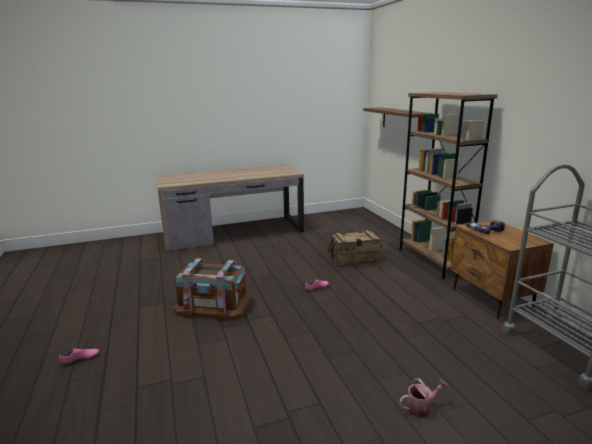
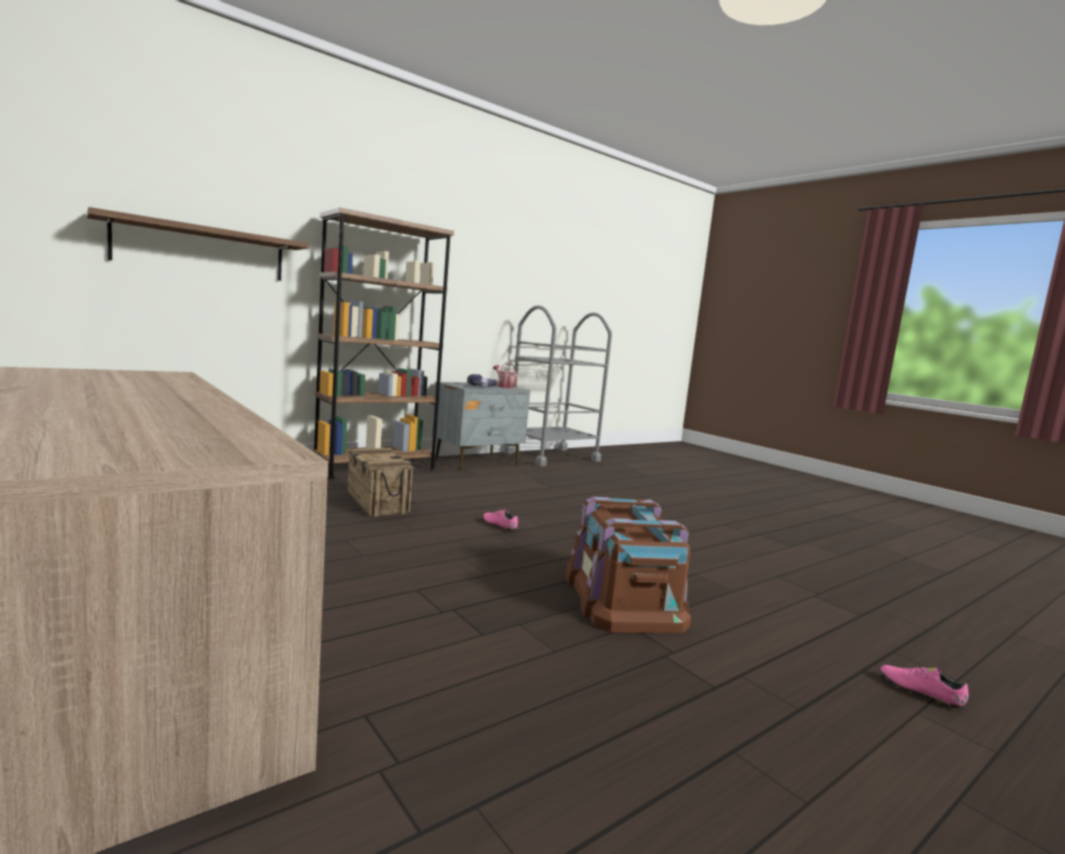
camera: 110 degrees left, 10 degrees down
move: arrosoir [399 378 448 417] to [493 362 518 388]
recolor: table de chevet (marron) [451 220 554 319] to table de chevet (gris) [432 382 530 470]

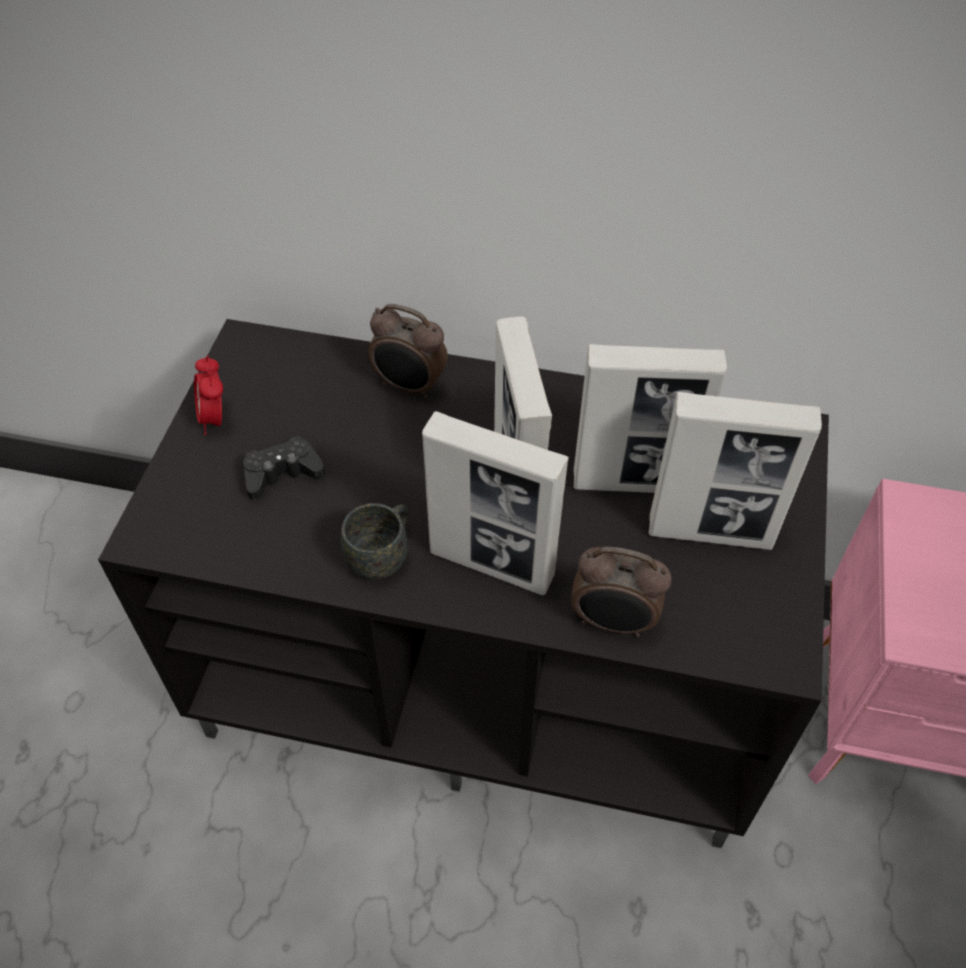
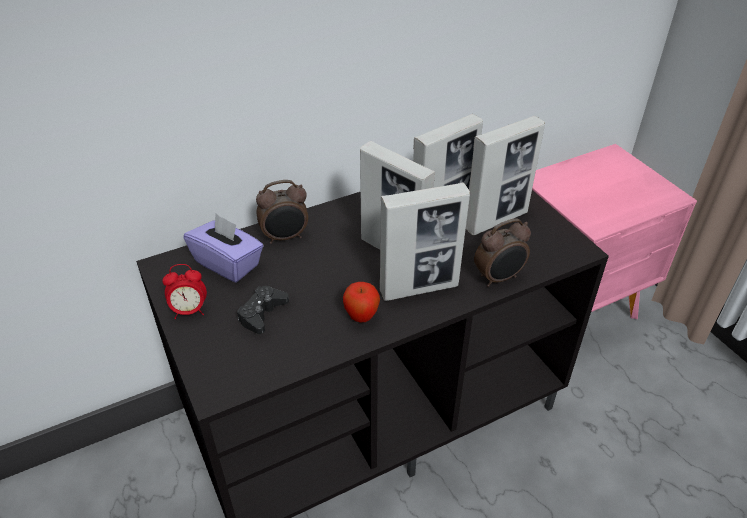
camera: 40 degrees left, 10 degrees down
insert: boîte à mouchoirs (violet) [184 214 264 282]
replace: mug (gris) [340 503 409 580] to pomme [343 282 380 322]
rotate: réveil [194 355 223 435] = [162 264 207 319] 45 degrees counterclockwise

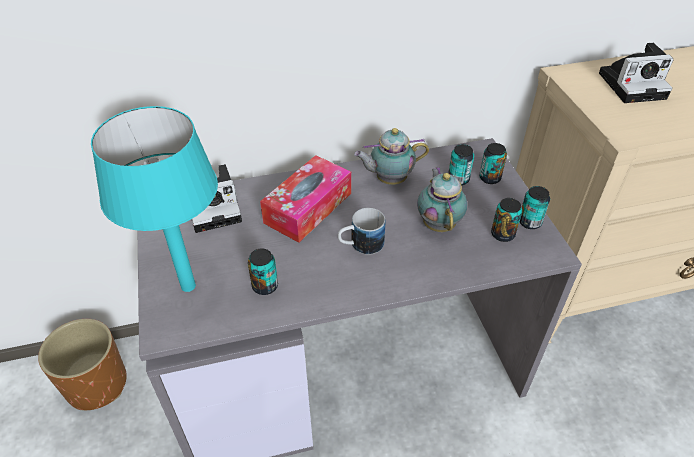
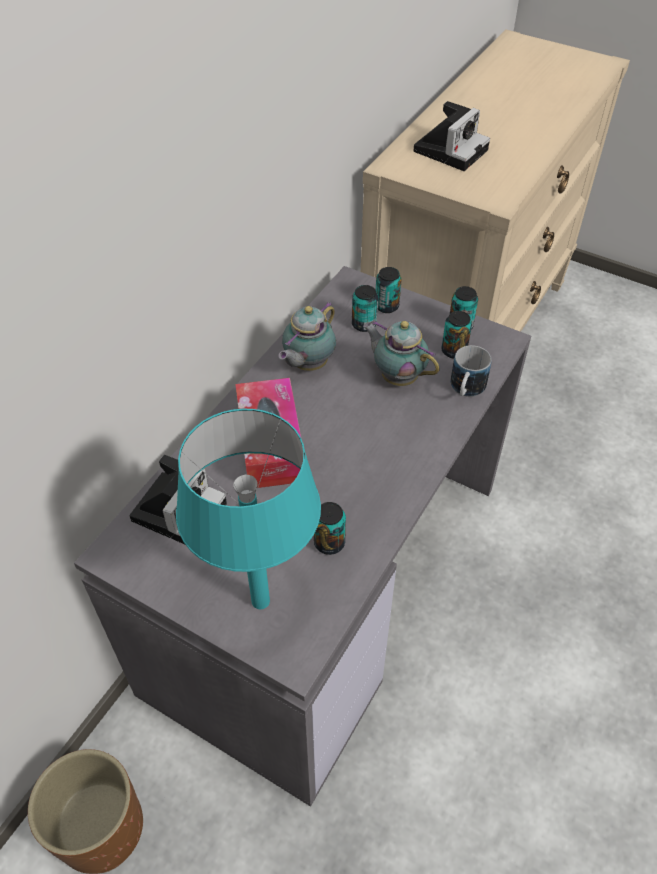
camera: 45 degrees left, 5 degrees up
move: mug [338 208 385 255] to [450 345 491 397]

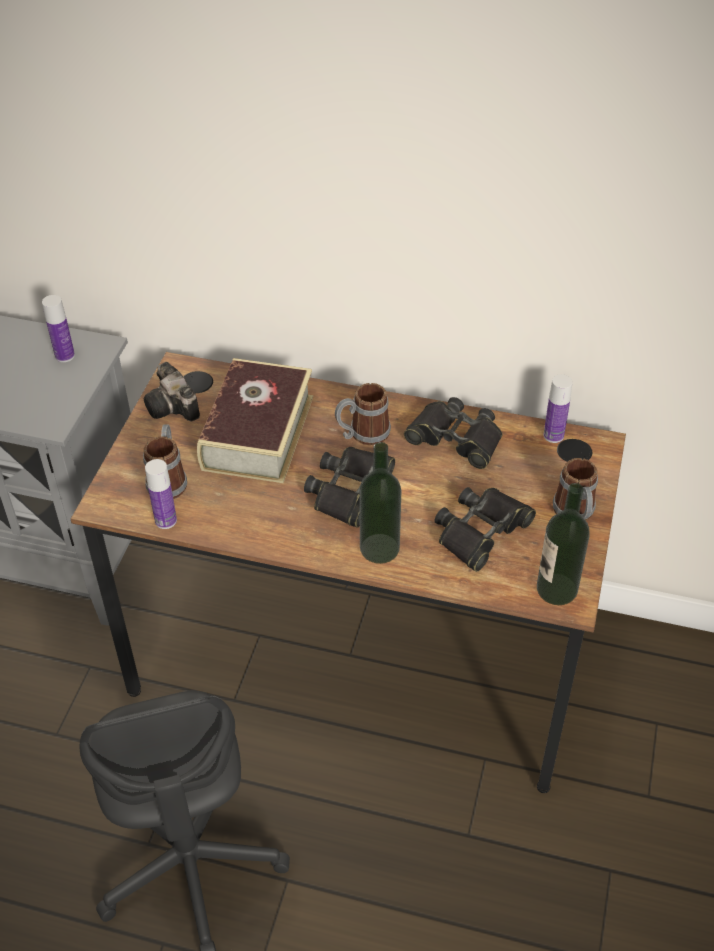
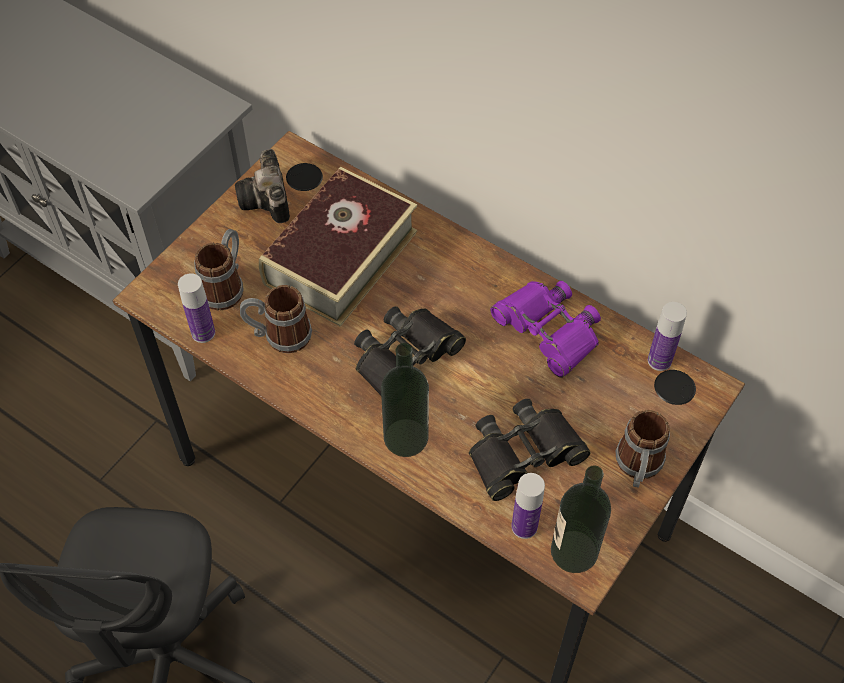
camera: 20 degrees right, 10 degrees up
move: mug [335 383 391 445] to [240 285 312 353]; bouteille [42 295 75 362] to [511 473 545 539]
recolor: jumelles (noir) [404 397 503 469] to jumelles (violet) [490 281 601 378]

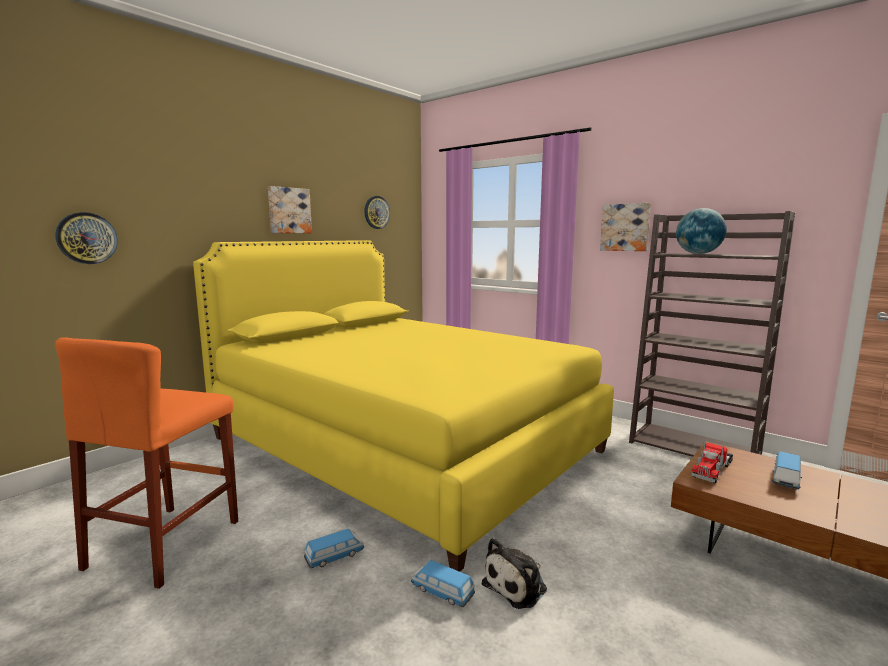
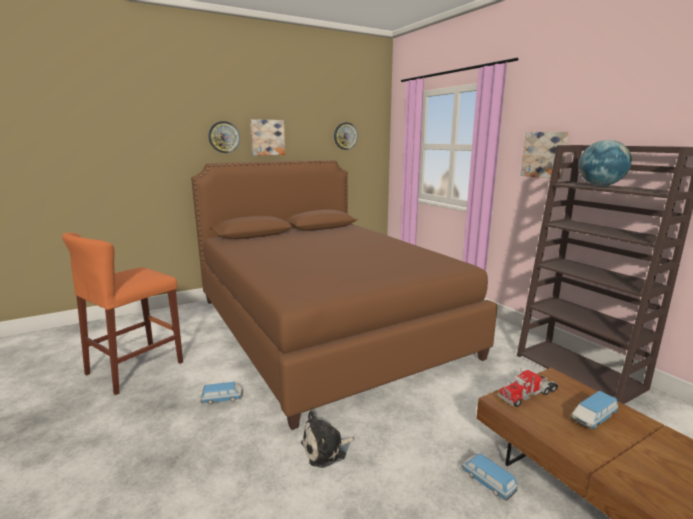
camera: 20 degrees right, 5 degrees up
move: horloge murale [55 212 118 264] to [208 121 240 153]; petite voiture [411 560 475 607] to [461 453 518 501]
recolor: lit (jaune) [193 240 614 572] to lit (marron) [191 160 497 430]

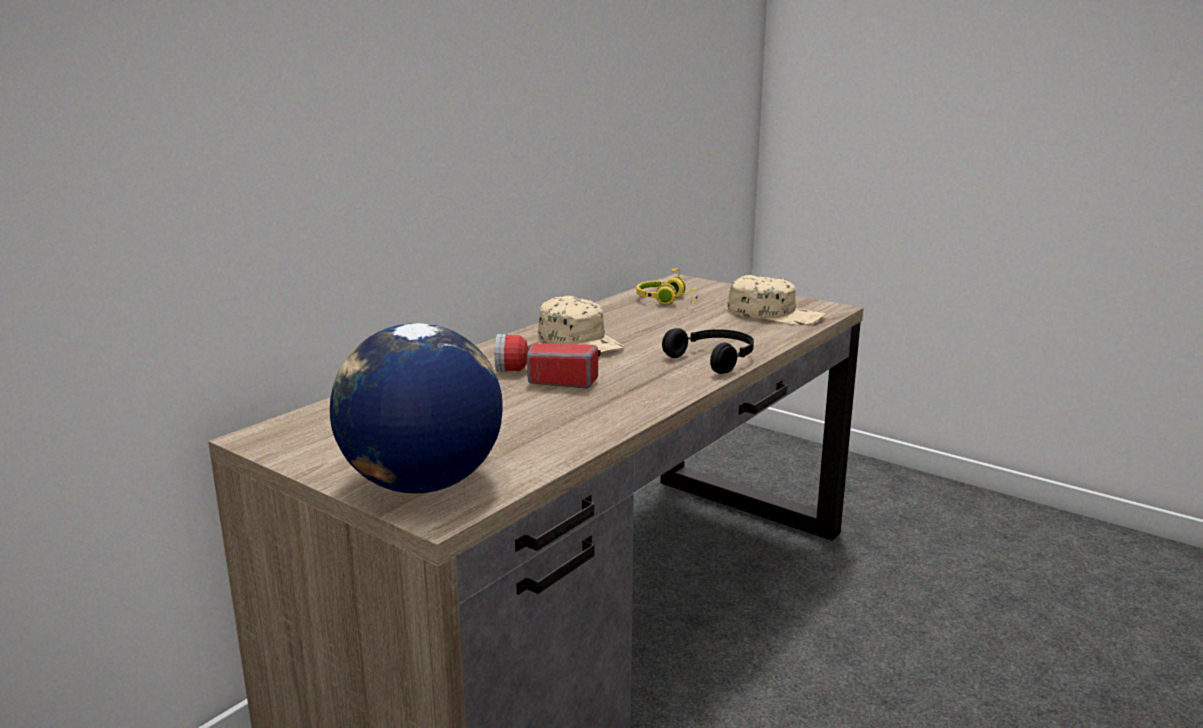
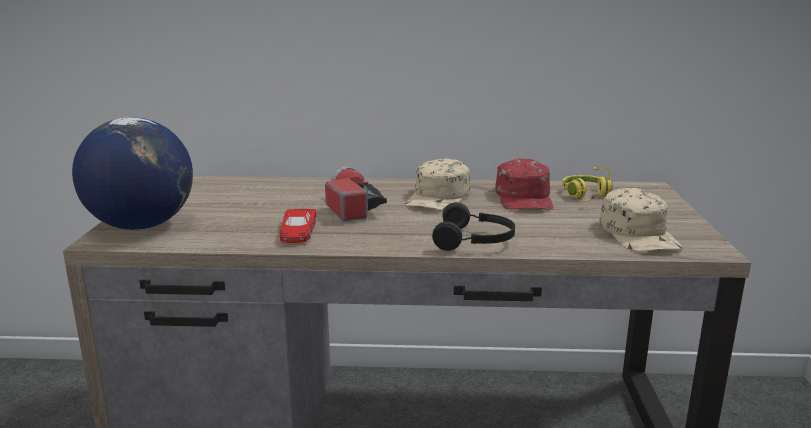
camera: 55 degrees right, 0 degrees up
insert: petite voiture (rouge) [280 209 316 243]; casquette (rouge) [495 158 553 210]

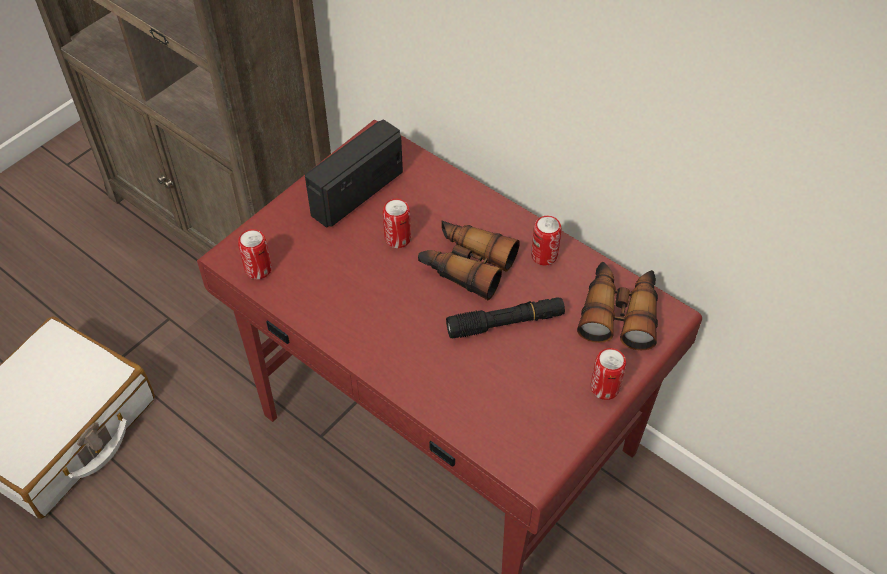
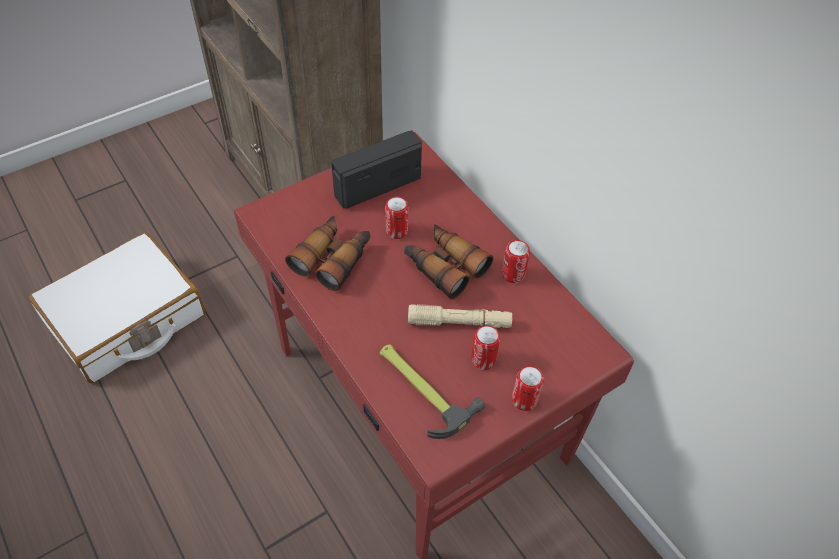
camera: 15 degrees right, 0 degrees up
insert: marteau [380 344 486 439]
move: jumelles [577 262 658 350] to [285 216 370 291]; boîte métallique [238 229 272 279] to [471 325 500 370]
recolor: lampe de poche (noir) [446 297 565 338] to lampe de poche (beige) [408 304 512 328]

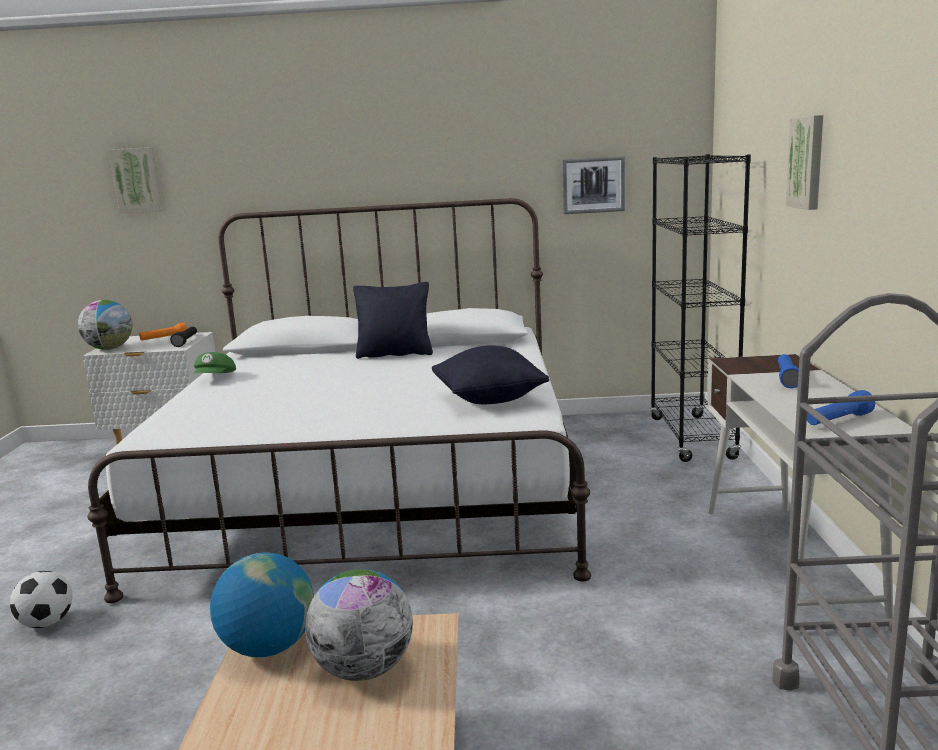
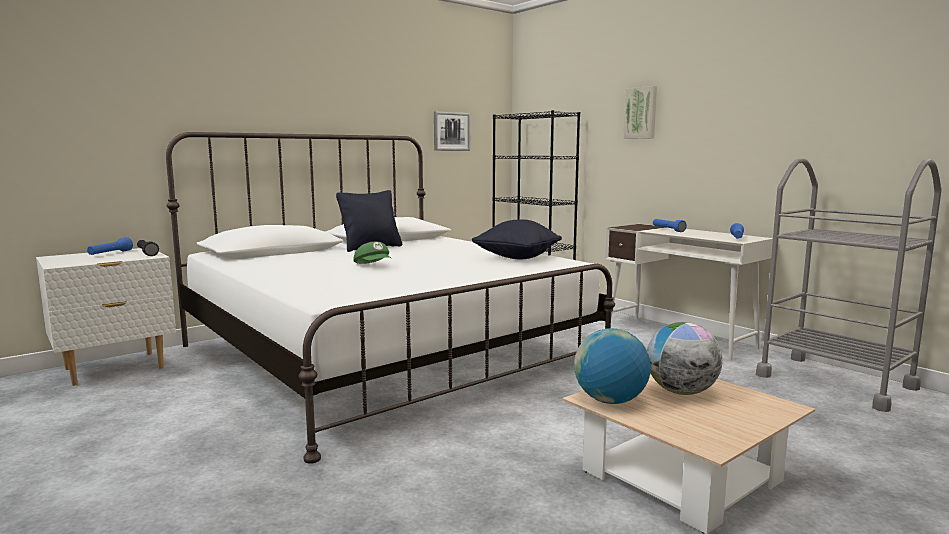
camera: 40 degrees left, 5 degrees down
delete: ballon de foot [10 571 73 628]; globe [78 300 132 350]; tableau [109 147 163 213]
move: casquette (vert) [193 352 236 374] to [353 242 391 264]
recolor: lampe de poche (orange) [139 323 187 341] to lampe de poche (bleu) [87 237 133 255]

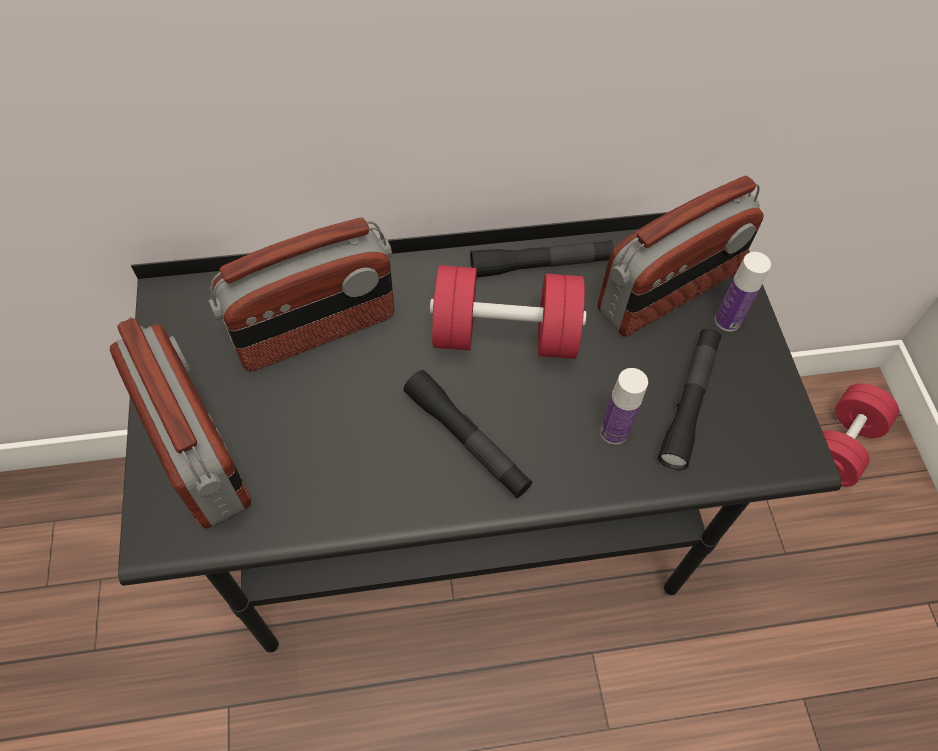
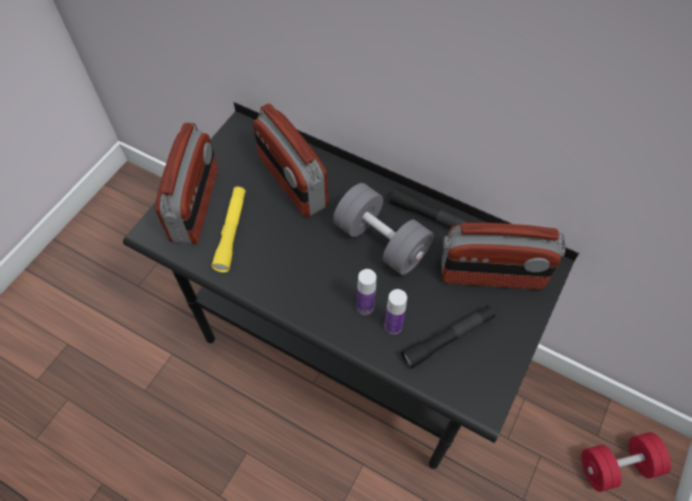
camera: 40 degrees right, 0 degrees up
delete: lampe de poche (noir) [404 370 532 498]
insert: lampe de poche (jaune) [211 187 246 273]
move: bouteille [715 252 771 331] to [357 269 376 315]
recolor: haltère (rouge) [430 265 586 359] to haltère (gris) [333 183 434 275]
rotate: radio [209 218 394 371] = [253 104 328 217] 45 degrees clockwise

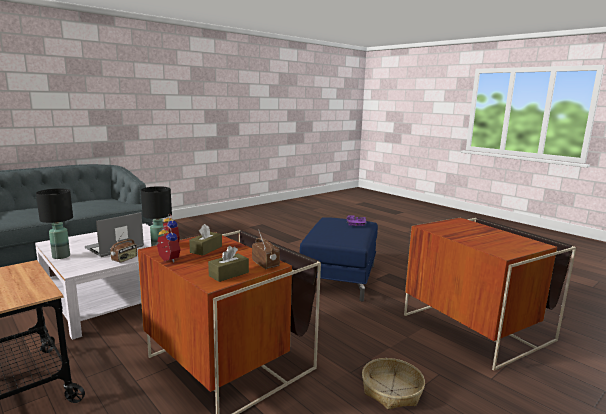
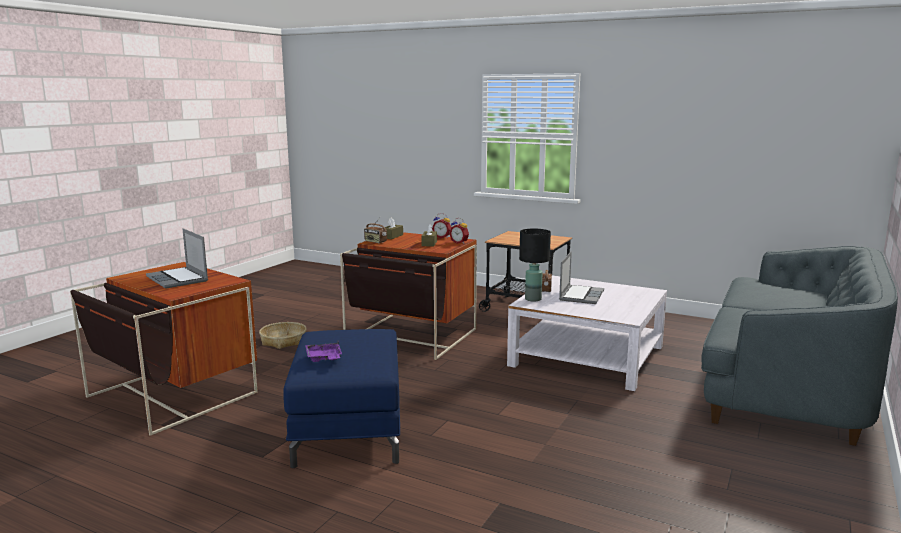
camera: 160 degrees right, 0 degrees up
delete: lampe de table (noir) [36 189 73 259]
insert: ordinateur portable [146 228 208 289]

